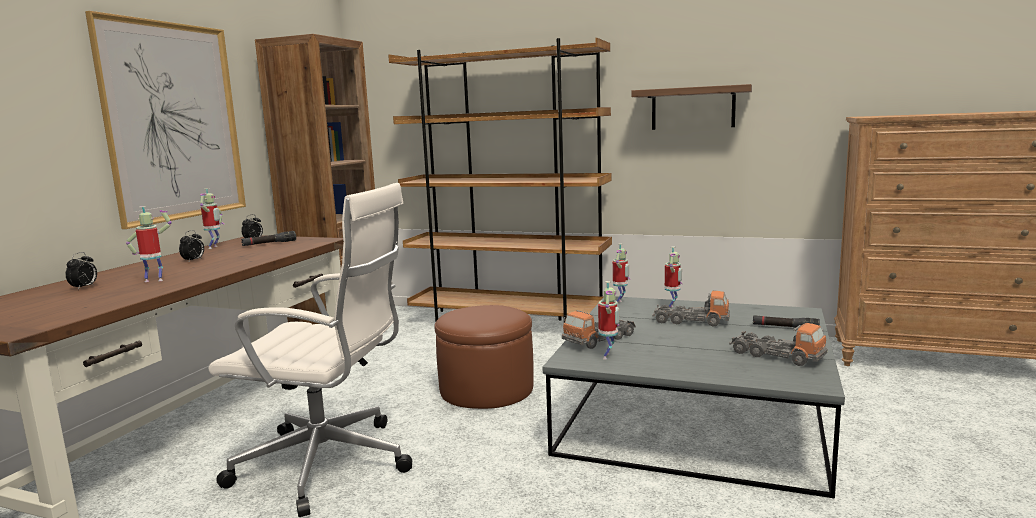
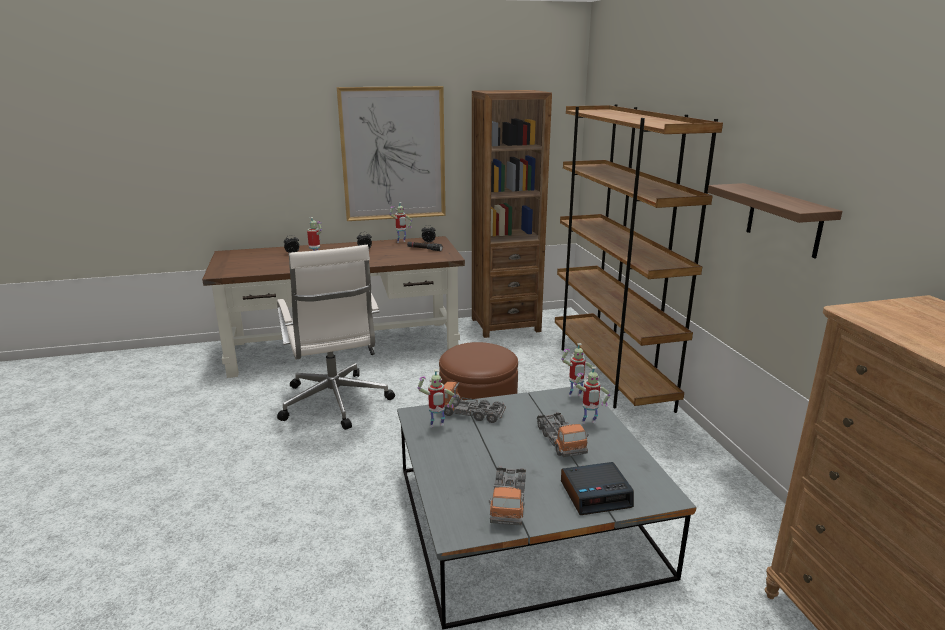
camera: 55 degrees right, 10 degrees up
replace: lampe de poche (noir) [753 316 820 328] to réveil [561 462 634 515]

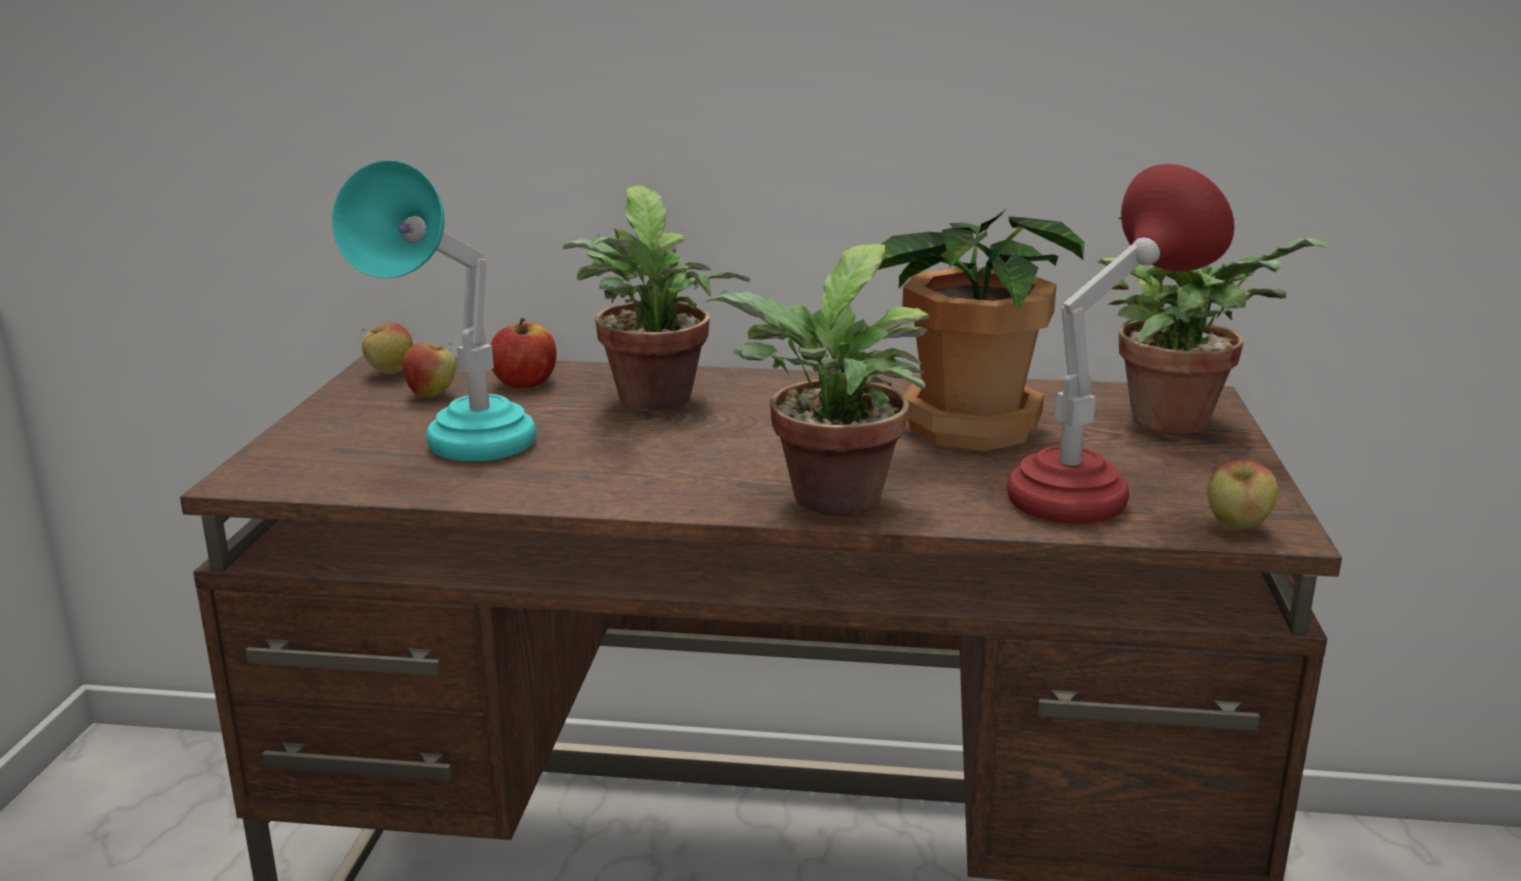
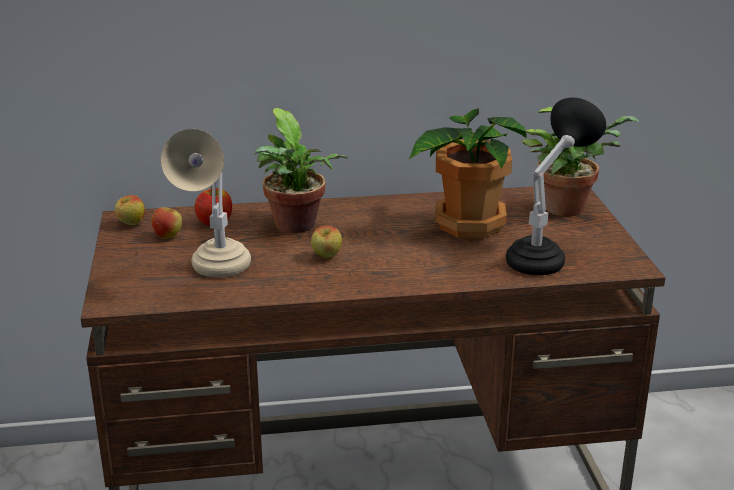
camera: 15 degrees left, 5 degrees up
delete: plante en pot [704 244 930 516]
move: pomme [1207 460 1278 529] to [311 226 342 258]
recolor: lampe de table (turquoise) [332 160 536 461] to lampe de table (beige) [161 129 251 277]; lampe de table (rouge) [1007 164 1234 524] to lampe de table (noir) [506 98 606 275]

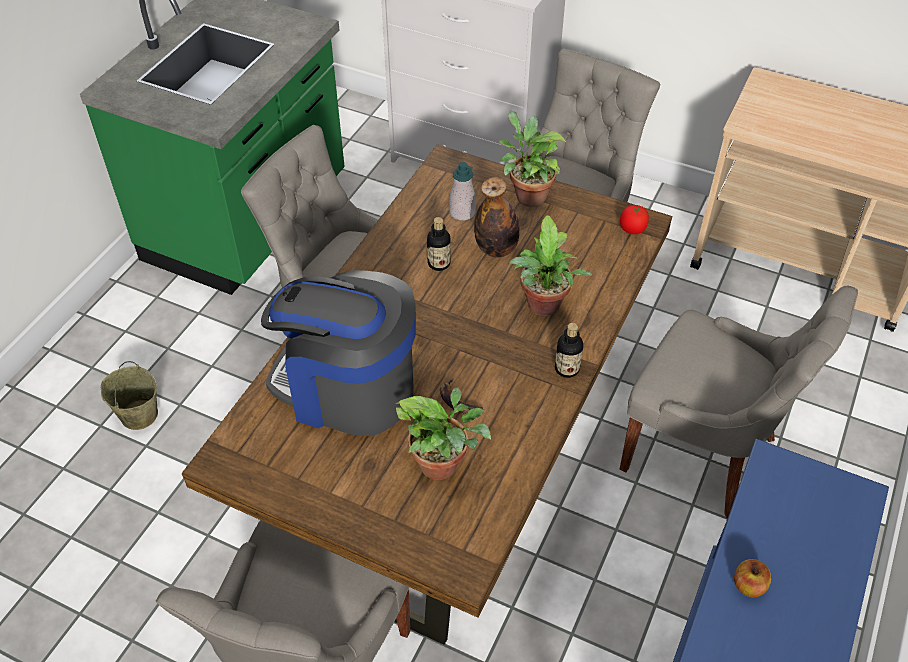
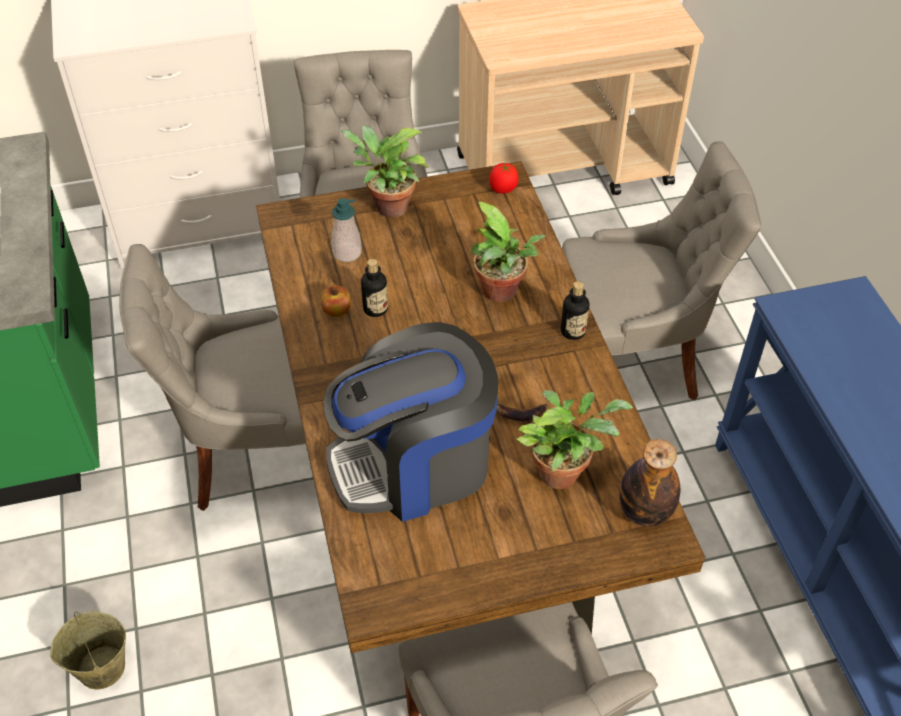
camera: 40 degrees left, 0 degrees up
move: pomme [734 559 771 597] to [321 285 351 317]; bouteille [474 177 520 257] to [619 439 680 527]

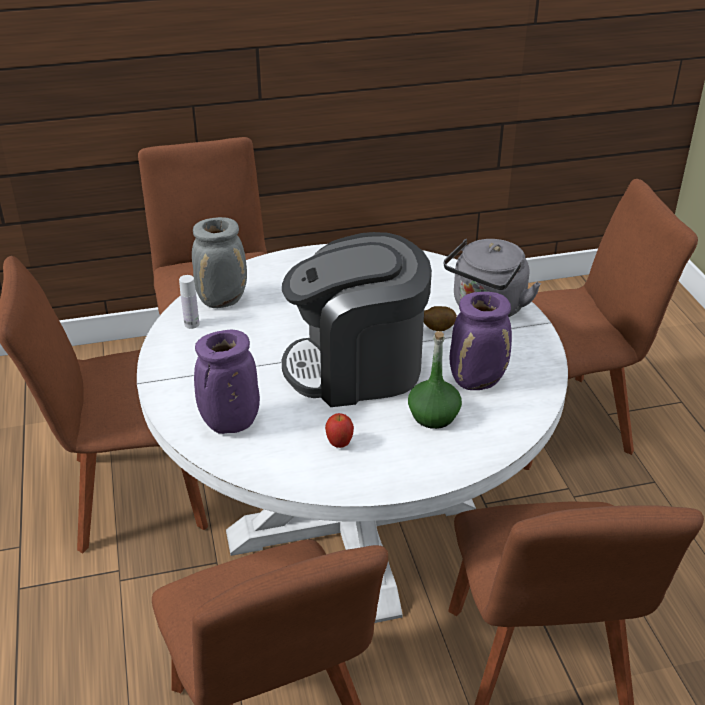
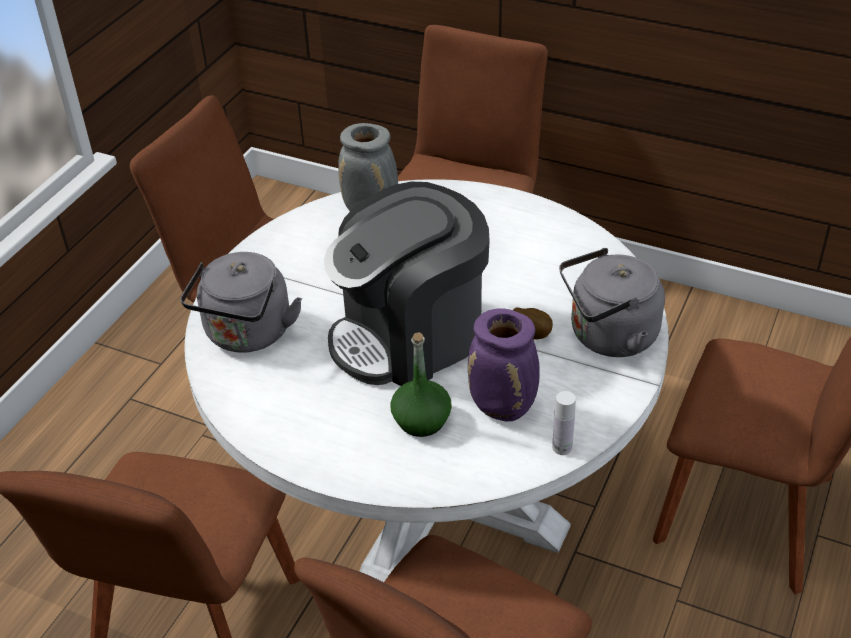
camera: 40 degrees right, 5 degrees up
delete: pomme [325 413 354 448]
move: bouteille (blanc) [179 275 200 329] to [552 391 576 455]
replace: vase (violet) [194 330 260 434] to bouilloire (gris) [180 252 302 353]
rotate: machine à café [282 232 432 407] = [324 182 490 386] 60 degrees counterclockwise

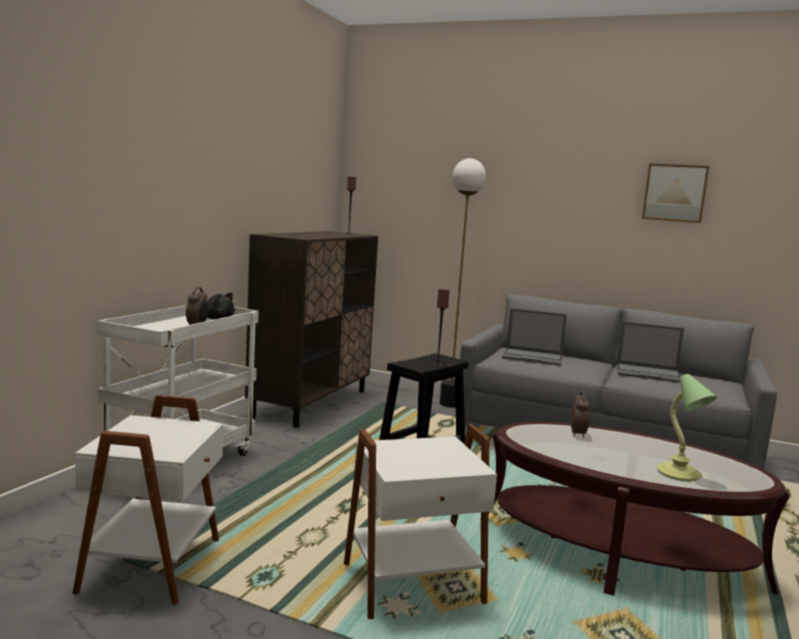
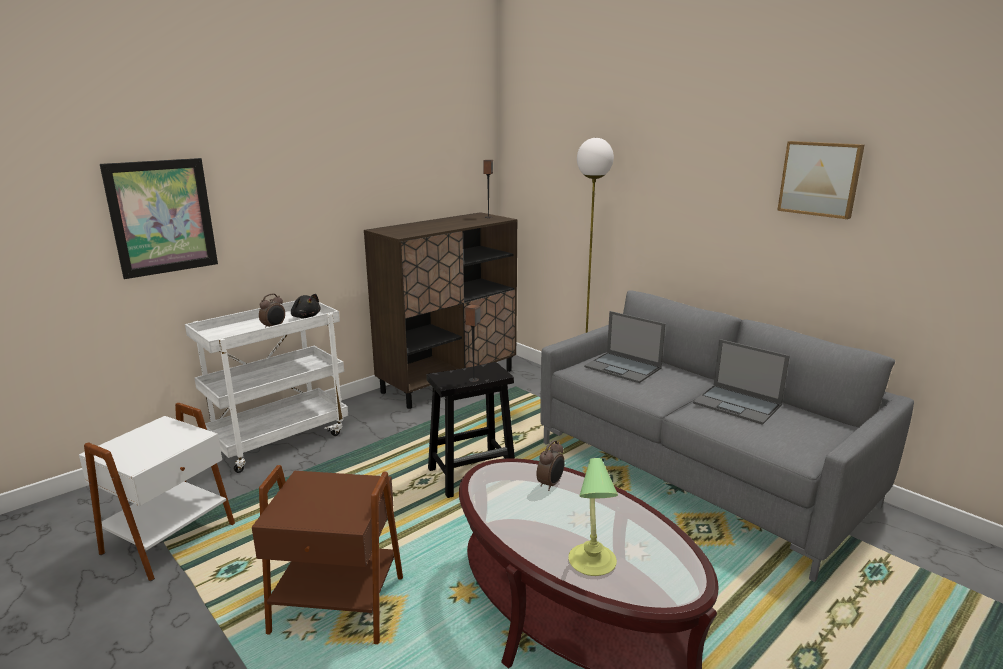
camera: 25 degrees right, 10 degrees up
insert: tableau [100 158 218 279]
recolor: table d'appoint (blanc) [344 424 497 619] to table d'appoint (marron) [252 465 403 644]

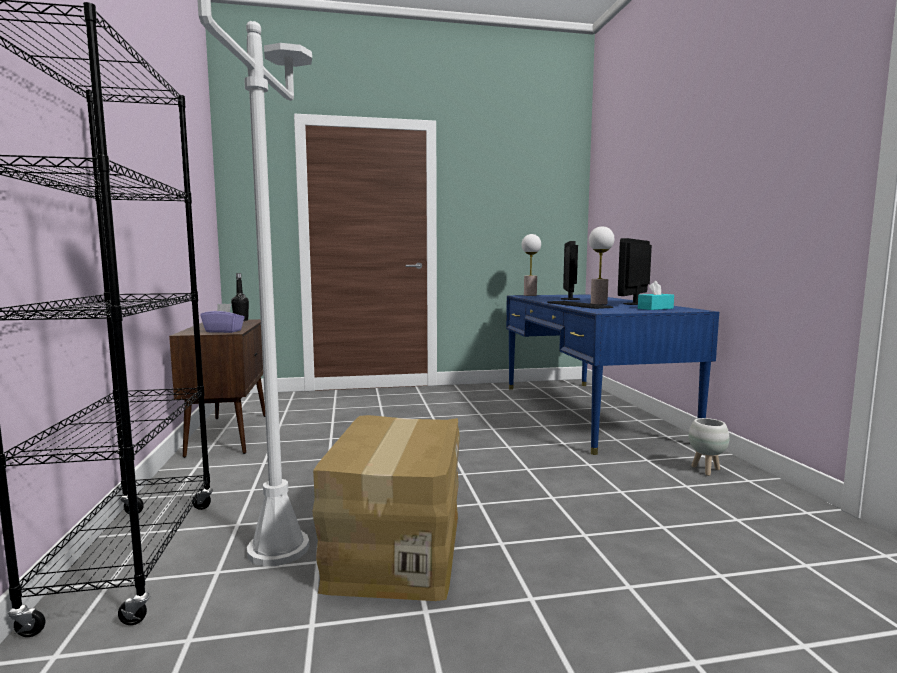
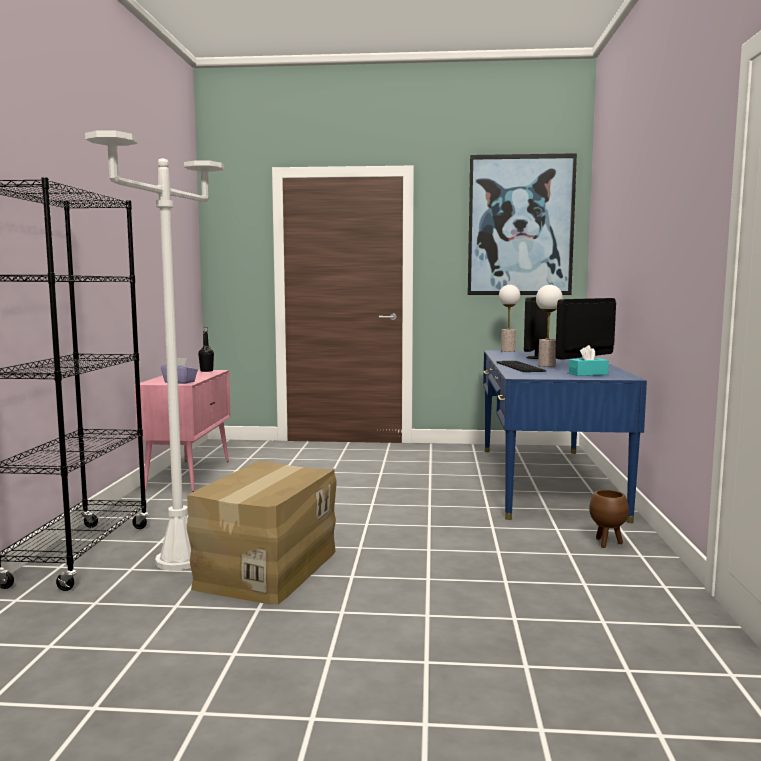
camera: 15 degrees right, 0 degrees up
insert: tableau [468 153 577 295]
recolor: meuble de rangement (marron) [169 319 265 458] to meuble de rangement (rose) [134 370 231 492]; cache-pot (blanc) [689 418 729 476] to cache-pot (marron) [589 490 629 548]

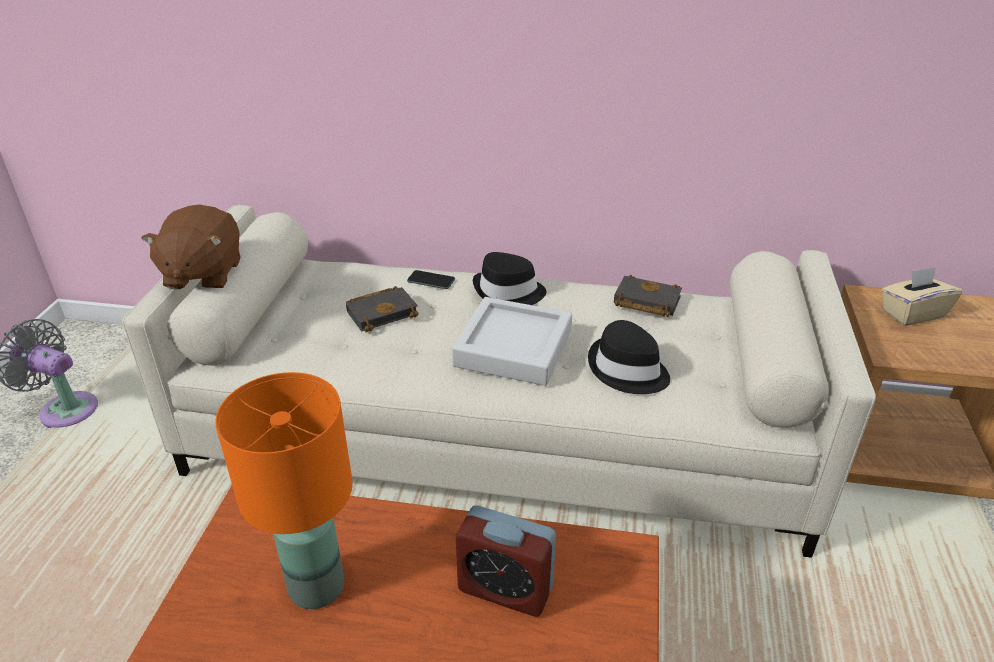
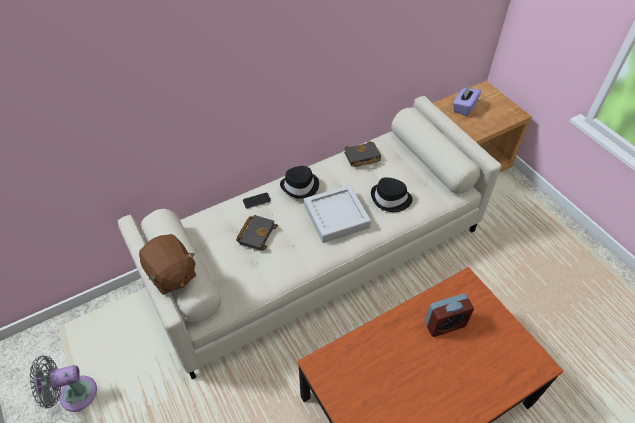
camera: 40 degrees left, 15 degrees up
delete: lampe de table (orange) [215 372 353 609]
recolor: boîte à mouchoirs (beige) [882 267 962 326] to boîte à mouchoirs (violet) [453 86 481 116]

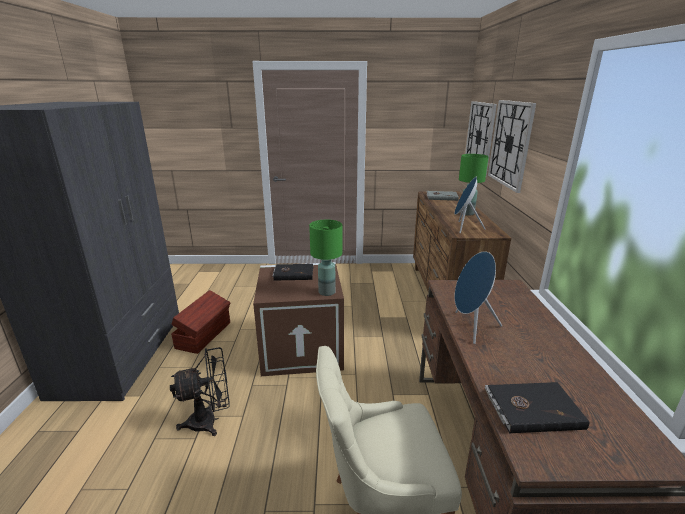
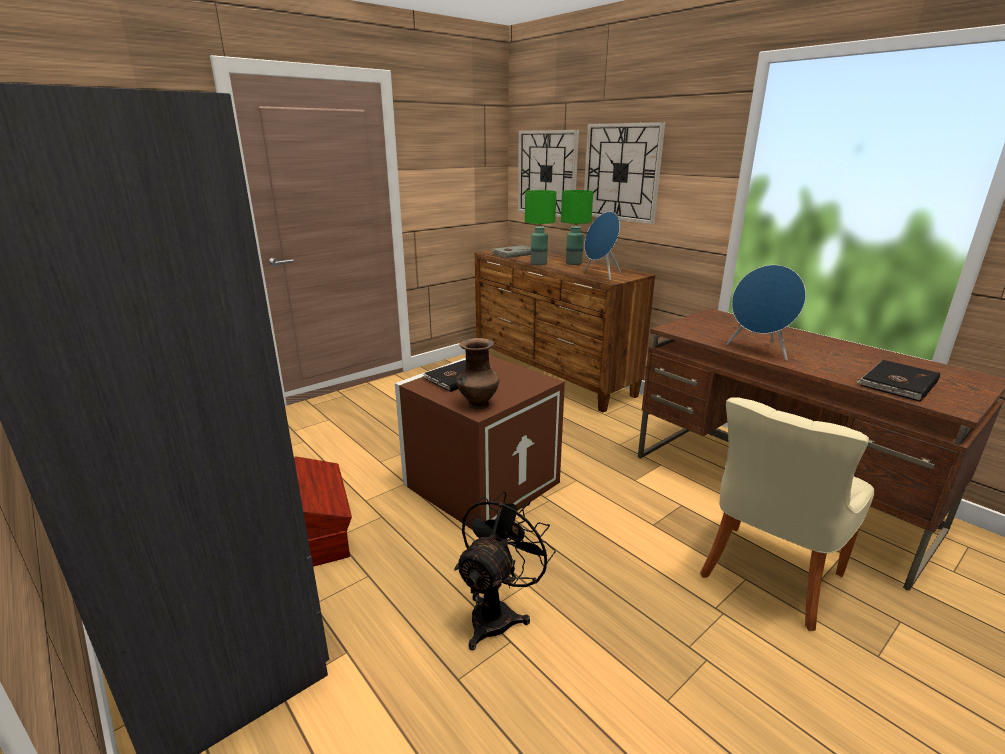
camera: 40 degrees left, 0 degrees up
insert: vase (marron) [456 338 499 409]
move: lampe de table (vert) [309 220 342 296] to [525 190 556 265]

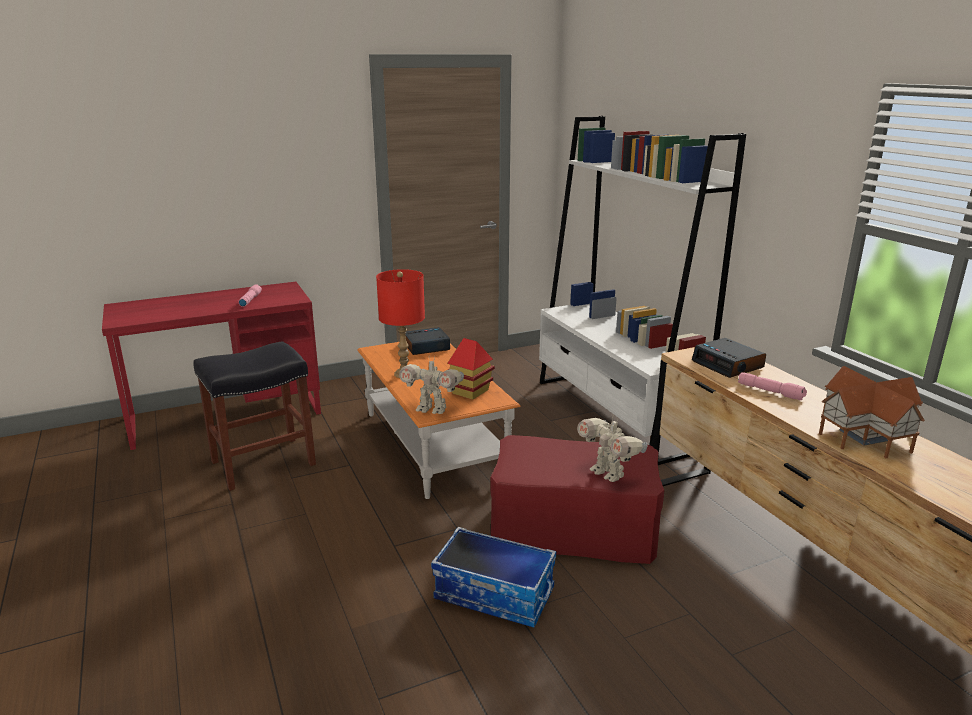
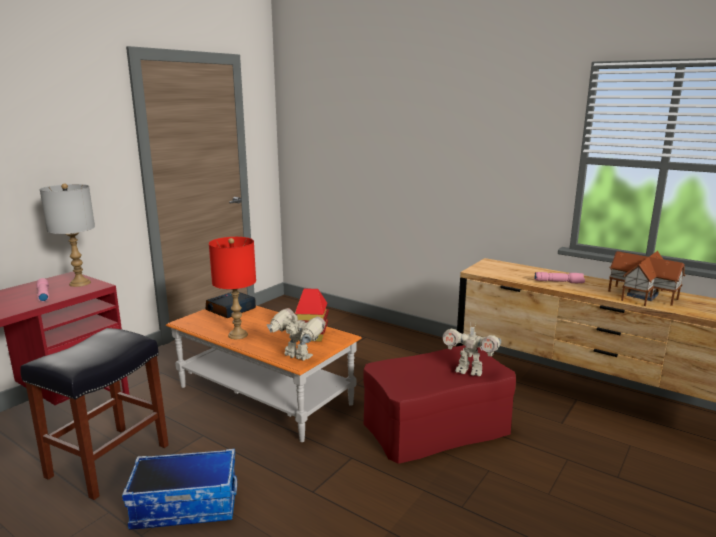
camera: 30 degrees left, 5 degrees down
delete: bibliothèque (blanc) [539 116 746 465]; réveil [692 338 766 378]
insert: lampe de table (gris) [40 183 95 287]
move: boîte de rangement [431 527 556 627] to [122 449 237 530]
rotate: robot jouet [399 356 464 414] = [267 308 326 361] 135 degrees counterclockwise

